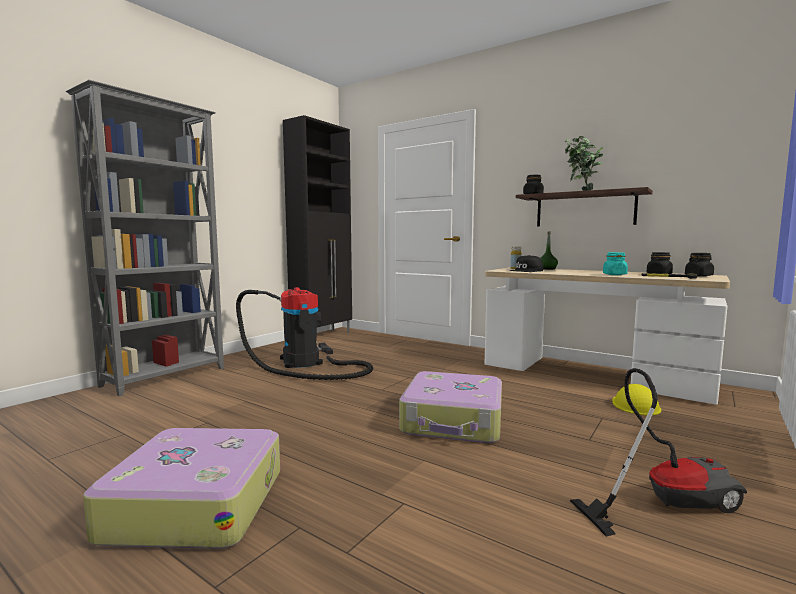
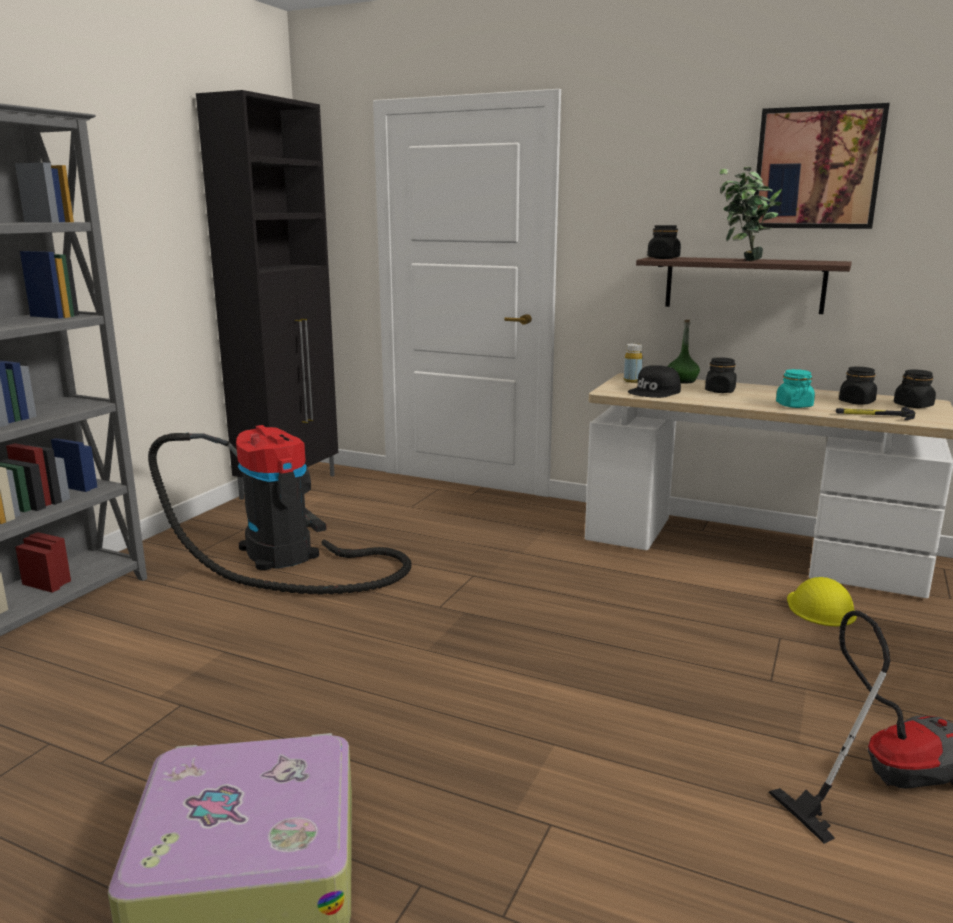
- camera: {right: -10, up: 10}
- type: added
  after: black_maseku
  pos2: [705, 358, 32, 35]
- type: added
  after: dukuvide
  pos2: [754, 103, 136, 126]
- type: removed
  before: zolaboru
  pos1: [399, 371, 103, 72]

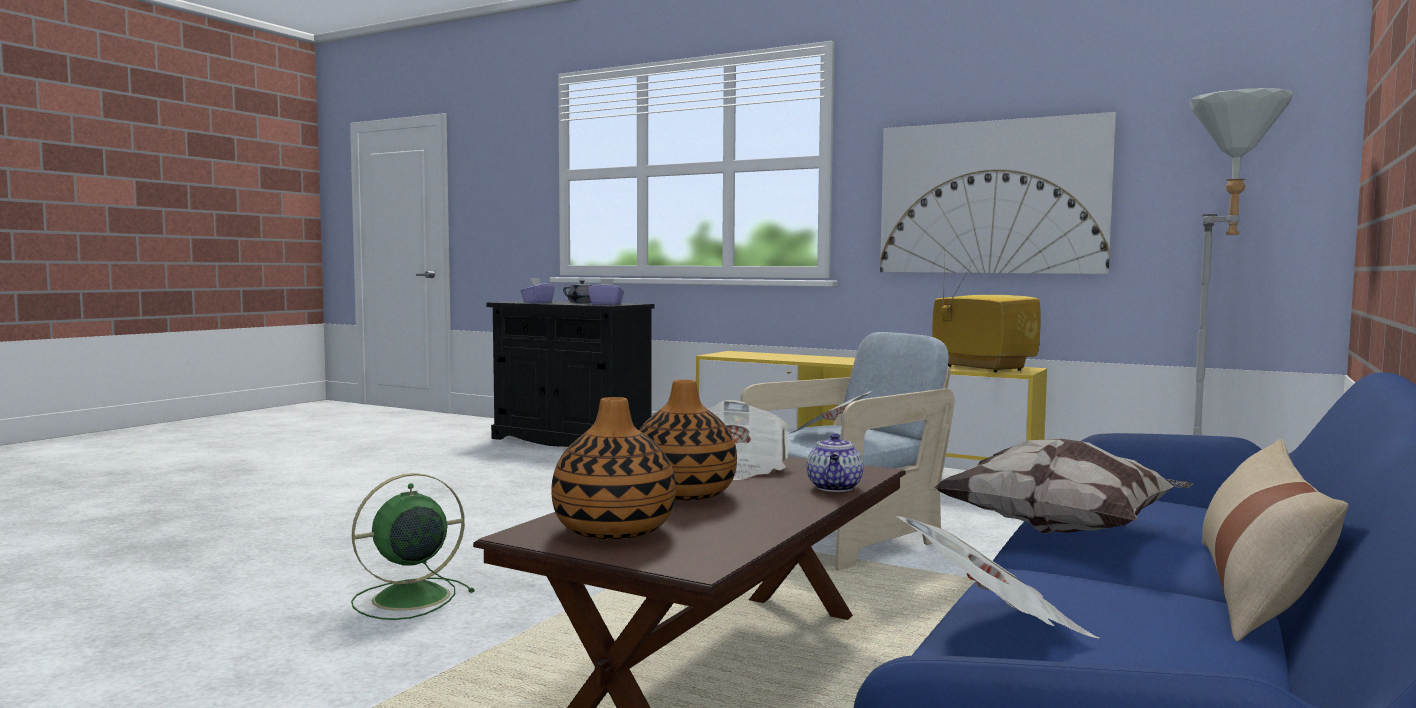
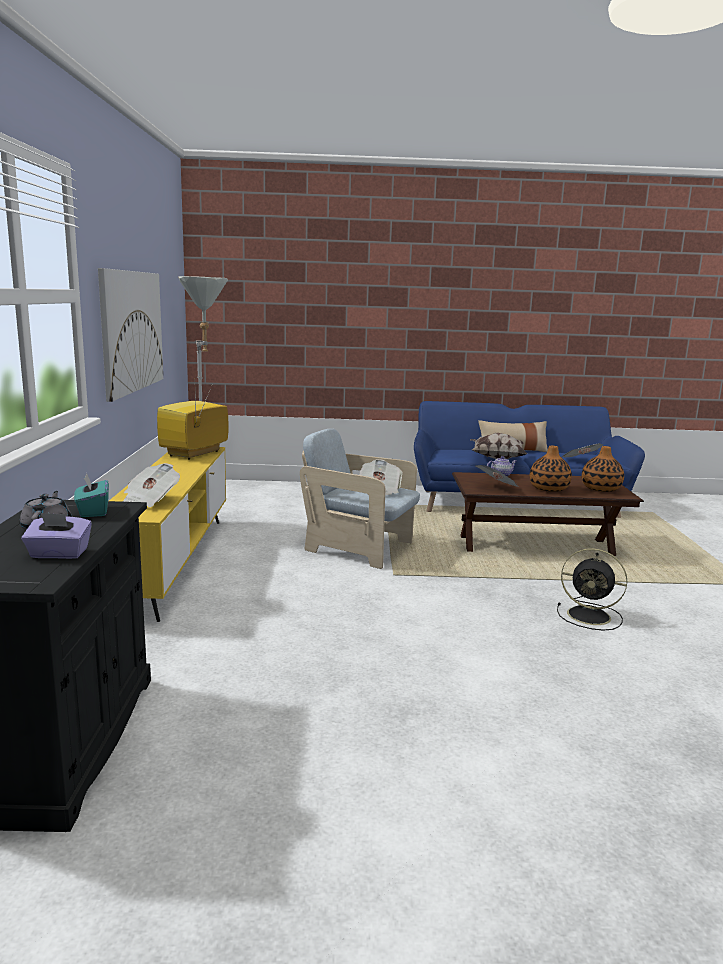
- camera: {right: -120, up: 10}
- type: recoloured
  before: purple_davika
  after: turquoise_davika
  pos1: [588, 279, 36, 26]
  pos2: [74, 473, 35, 44]
- type: added
  after: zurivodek
  pos2: [122, 463, 58, 44]
- type: recoloured
  before: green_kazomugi
  after: black_kazomugi
  pos1: [351, 473, 123, 147]
  pos2: [557, 548, 70, 83]

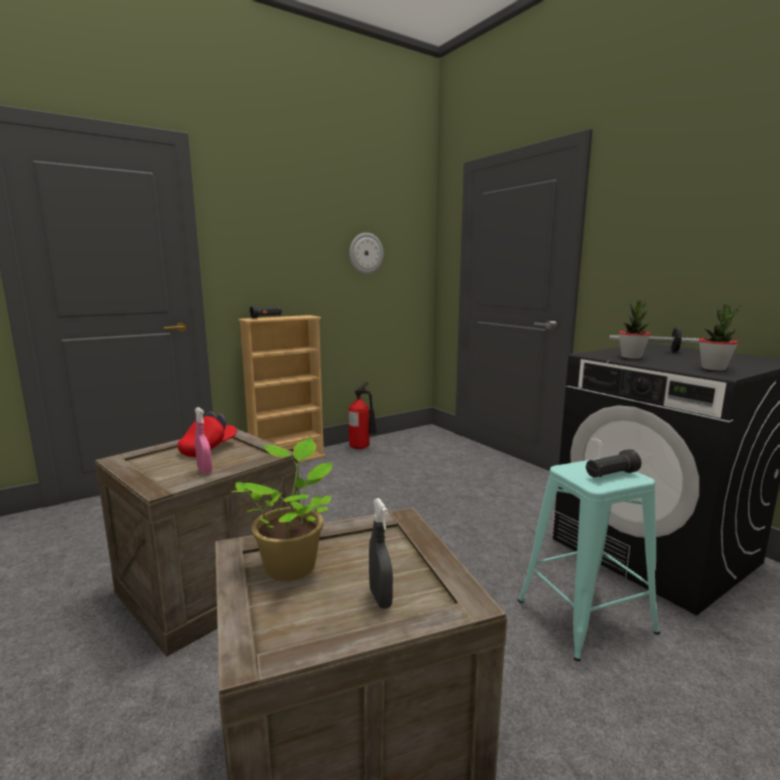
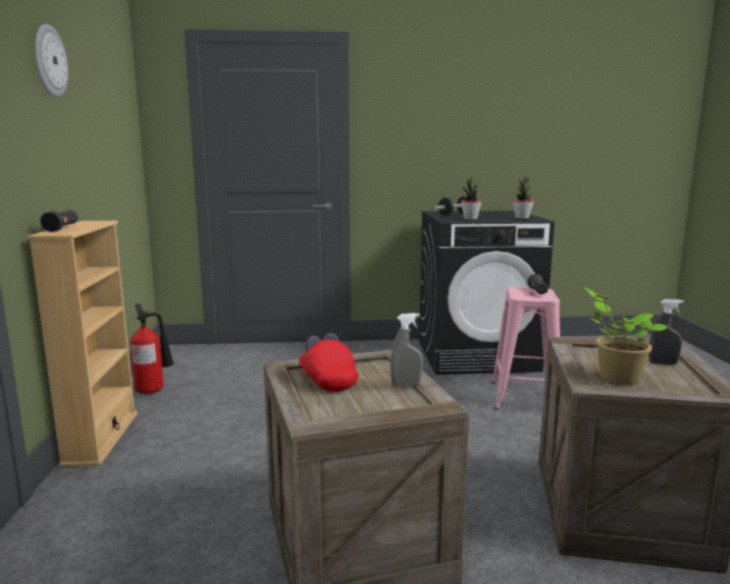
- camera: {right: -60, up: 0}
- type: moved
  before: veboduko
  pos1: [349, 233, 34, 41]
  pos2: [35, 24, 33, 73]
- type: recoloured
  before: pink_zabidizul
  after: grey_zabidizul
  pos1: [195, 407, 17, 67]
  pos2: [390, 313, 33, 73]
- type: recoloured
  before: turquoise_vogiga
  after: pink_vogiga
  pos1: [518, 458, 142, 203]
  pos2: [491, 287, 69, 123]

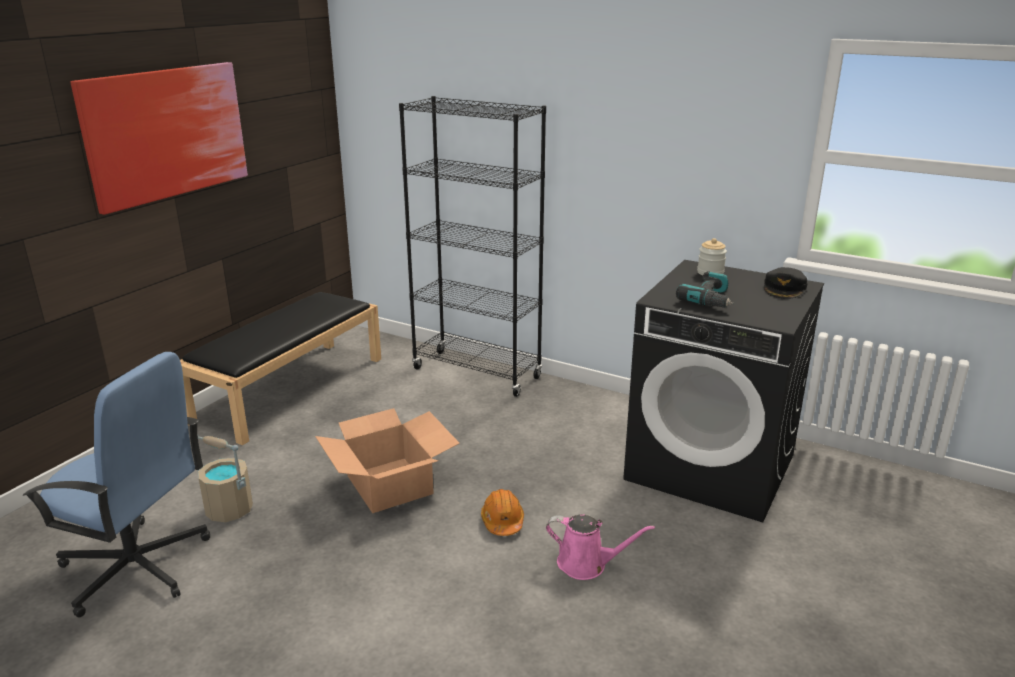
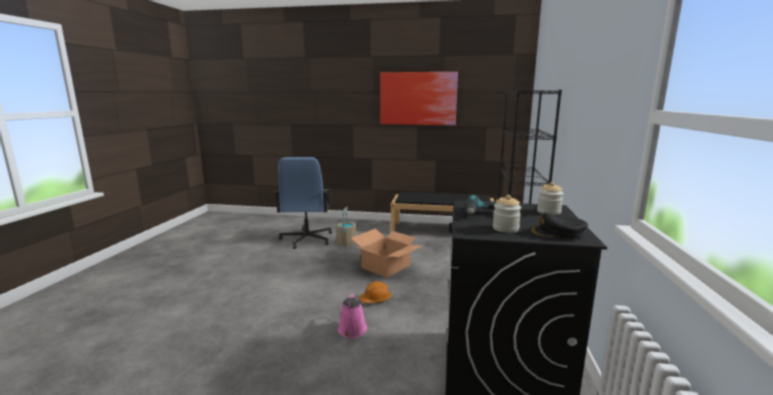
- camera: {right: 70, up: -10}
- type: added
  after: maseku
  pos2: [493, 195, 28, 38]

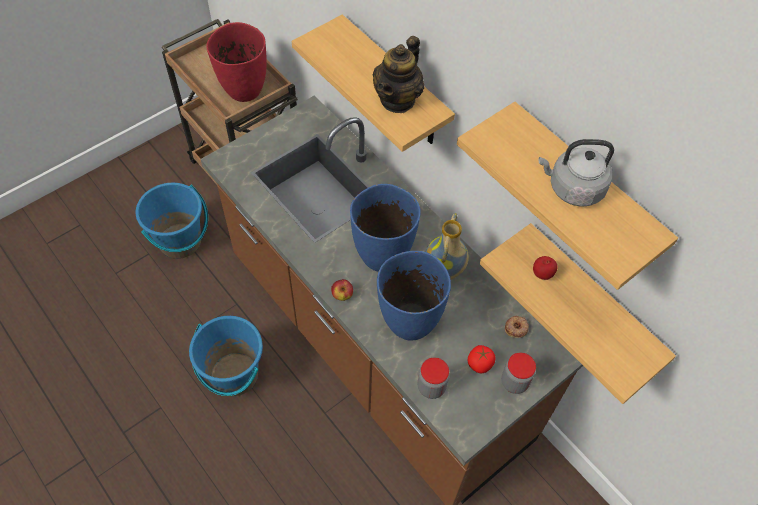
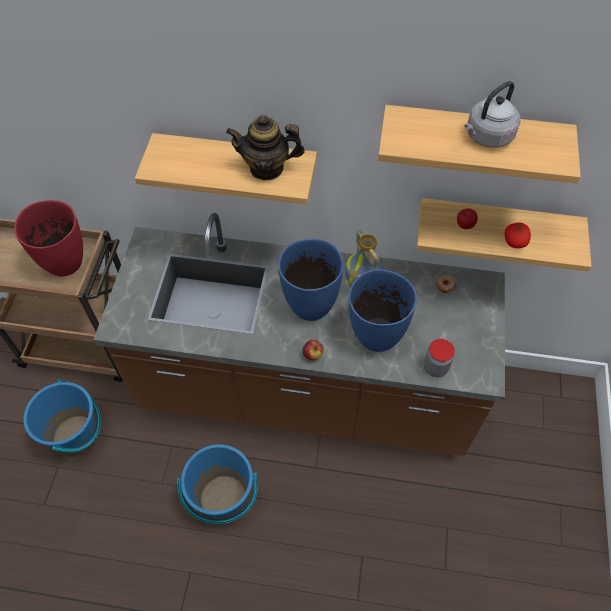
- camera: {right: -40, up: 0}
- type: turned
  before: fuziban
  pos1: [373, 36, 51, 77]
  pos2: [226, 115, 79, 65]
  turn: 105
- type: moved
  before: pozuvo
  pos1: [468, 345, 27, 28]
  pos2: [505, 223, 26, 25]
- type: removed
  before: maseku
  pos1: [501, 353, 35, 41]

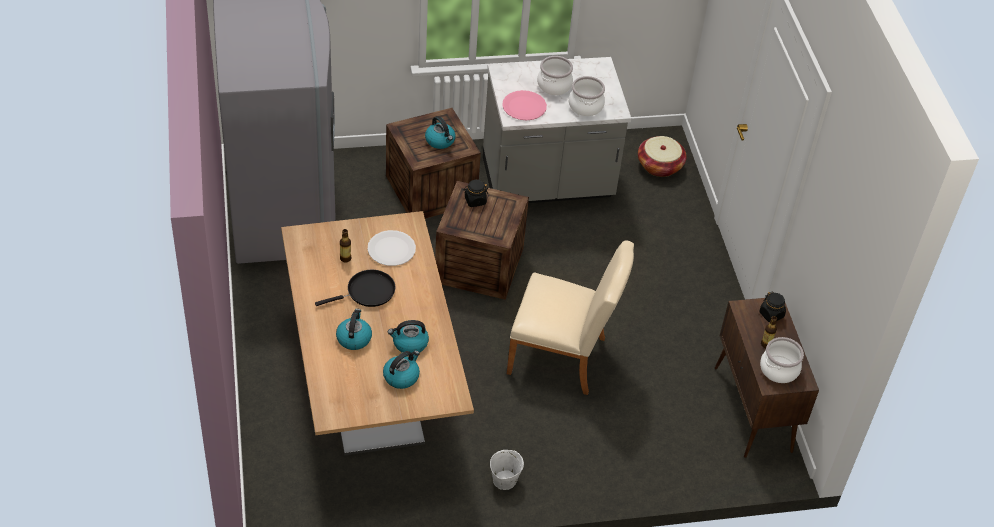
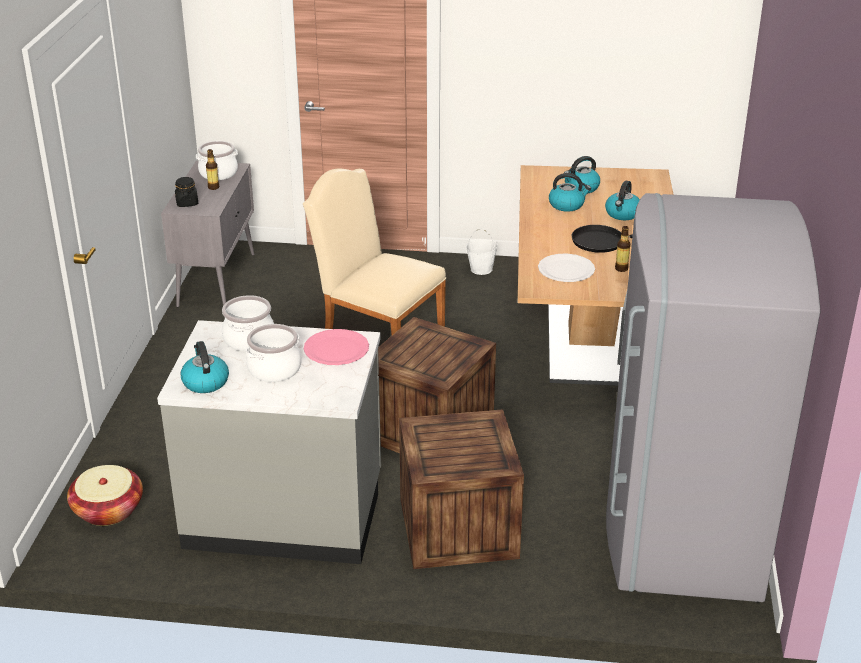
- camera: {right: -160, up: -15}
- type: recoloured
  before: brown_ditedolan
  after: grey_ditedolan
  pos1: [715, 298, 104, 160]
  pos2: [161, 161, 93, 146]
- type: moved
  before: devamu
  pos1: [425, 116, 31, 33]
  pos2: [181, 341, 48, 52]
- type: removed
  before: black_maseku
  pos1: [464, 180, 24, 27]

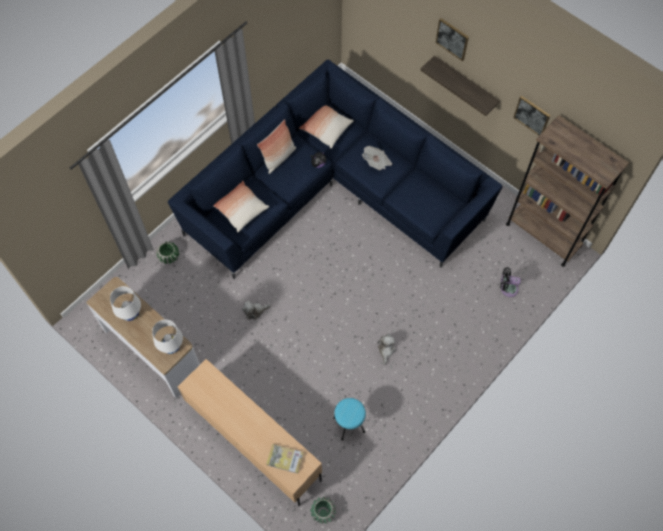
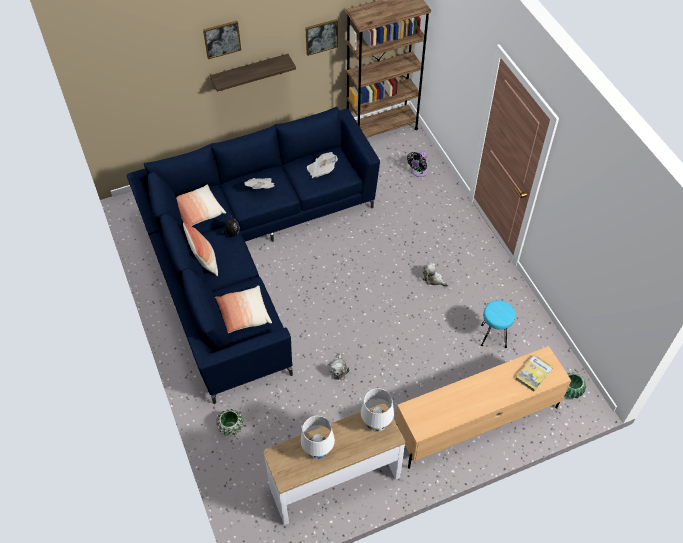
- camera: {right: -65, up: -10}
- type: added
  after: zurivodek
  pos2: [307, 152, 31, 26]

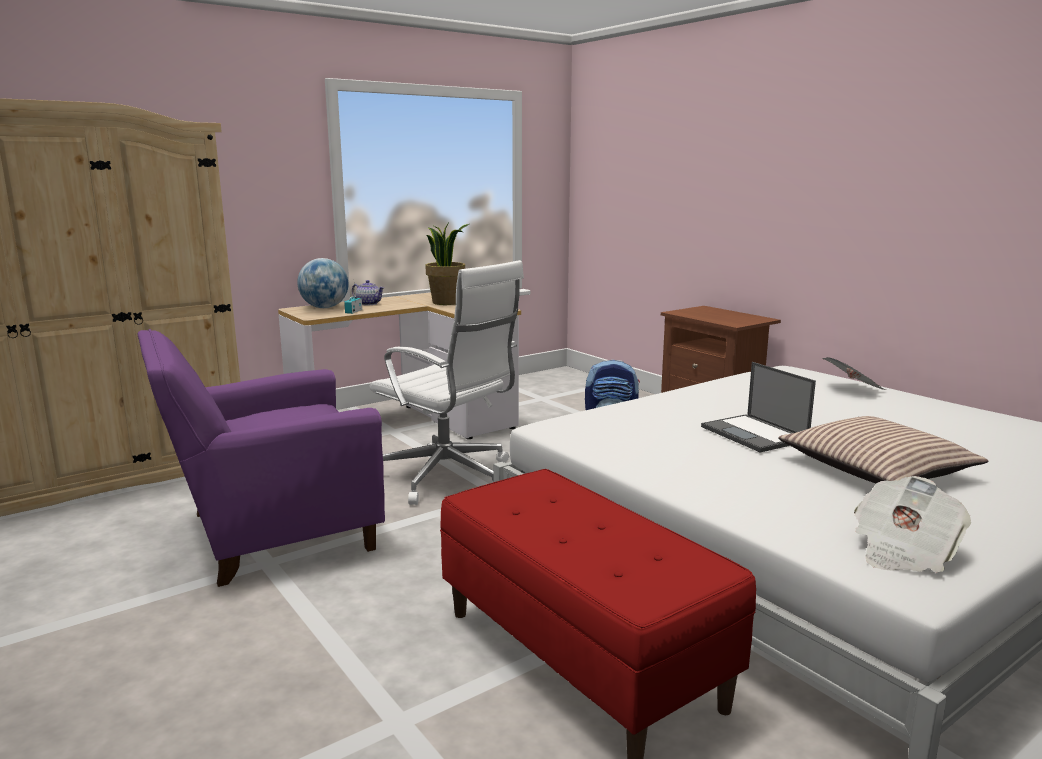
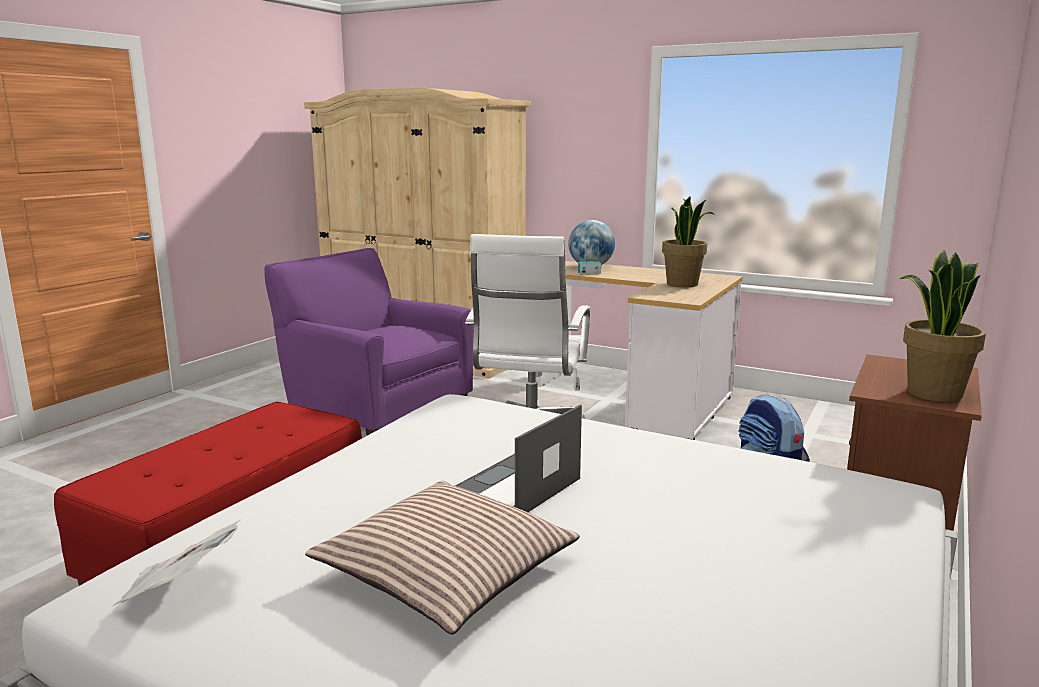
- camera: {right: 65, up: 0}
- type: added
  after: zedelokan
  pos2: [900, 250, 86, 152]
- type: removed
  before: fuziban
  pos1: [352, 280, 33, 25]
- type: removed
  before: zurivodek
  pos1: [822, 357, 64, 33]

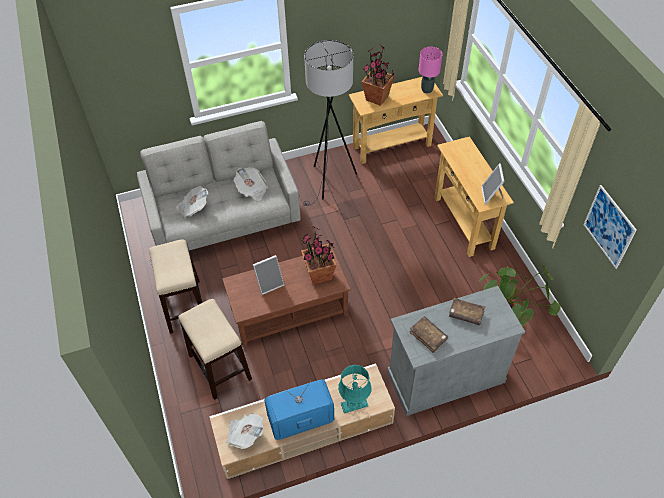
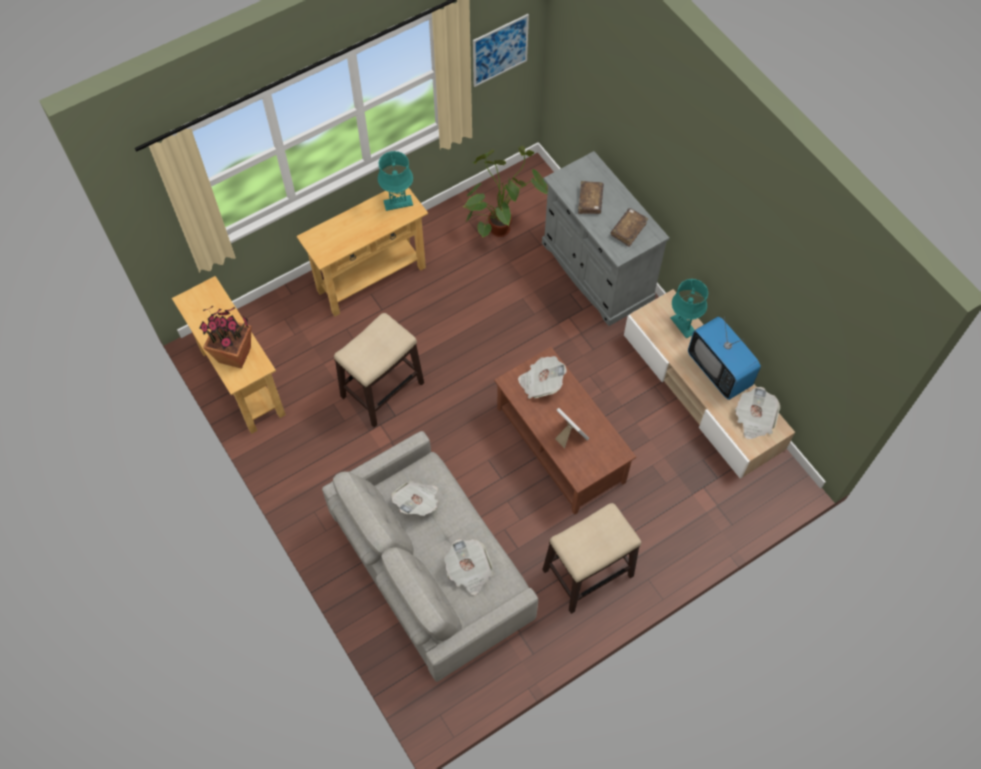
- camera: {right: -105, up: 10}
- type: moved
  before: vogiga
  pos1: [178, 299, 74, 101]
  pos2: [334, 313, 90, 115]
- type: replaced
  before: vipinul
  after: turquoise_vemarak
  pos1: [481, 164, 24, 40]
  pos2: [378, 151, 35, 60]
- type: replaced
  before: zedelokan
  after: zurivodek
  pos1: [301, 226, 36, 59]
  pos2: [518, 356, 49, 43]
- type: removed
  before: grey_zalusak
  pos1: [303, 40, 54, 166]
- type: removed
  before: pink_vemarak
  pos1: [419, 47, 24, 46]

